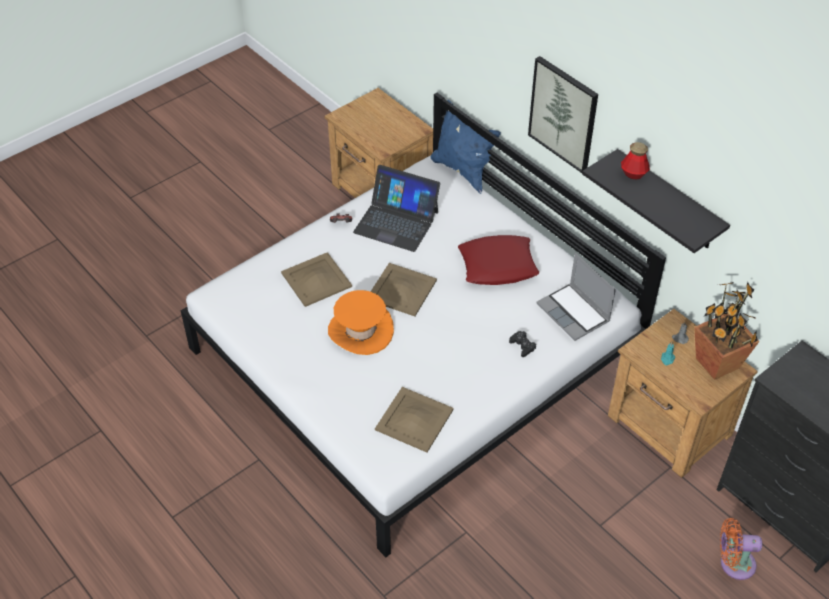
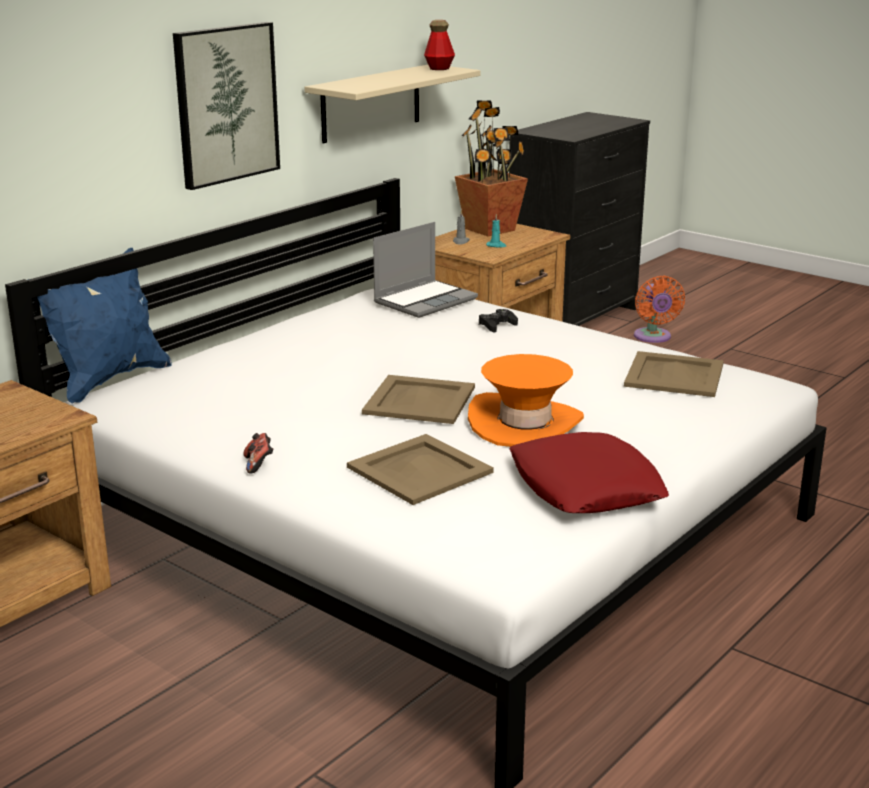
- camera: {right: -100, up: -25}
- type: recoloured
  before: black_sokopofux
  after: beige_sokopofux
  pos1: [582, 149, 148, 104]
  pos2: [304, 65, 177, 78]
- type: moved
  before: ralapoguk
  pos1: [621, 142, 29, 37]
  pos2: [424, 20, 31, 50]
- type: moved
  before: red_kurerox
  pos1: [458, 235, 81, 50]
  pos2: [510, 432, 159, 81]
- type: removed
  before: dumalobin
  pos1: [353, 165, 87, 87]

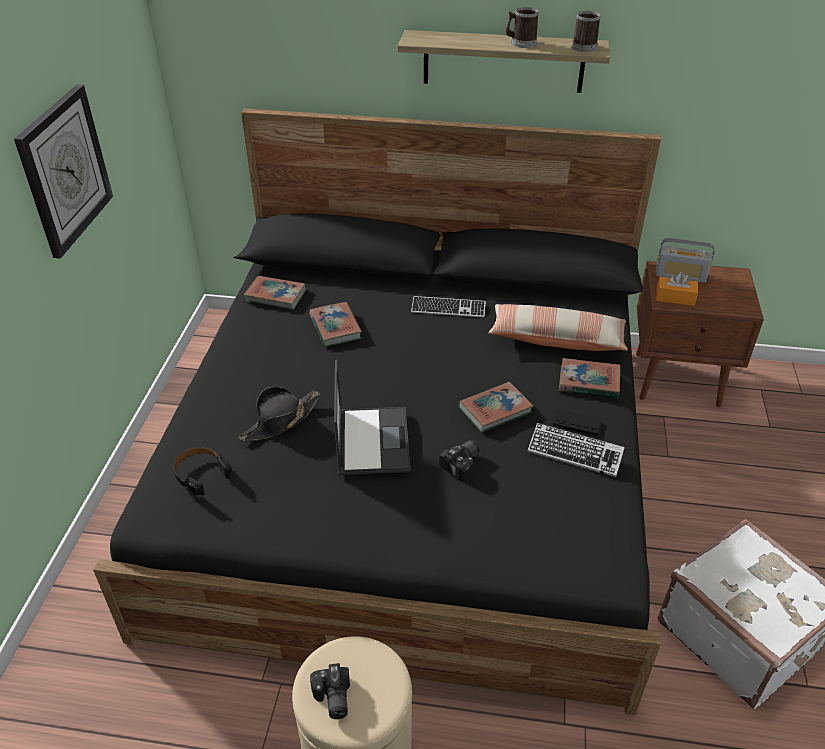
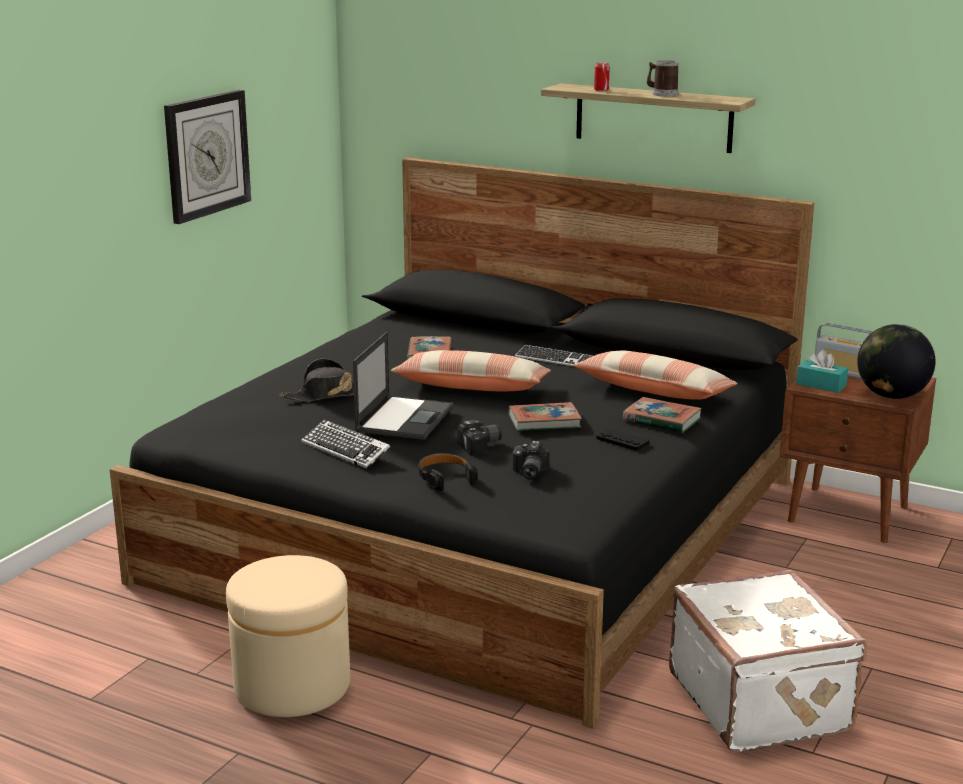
- camera: {right: 20, up: -20}
- type: moved
  before: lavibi
  pos1: [527, 423, 98, 54]
  pos2: [301, 420, 89, 49]
- type: added
  after: kurerox
  pos2: [391, 350, 160, 41]
- type: moved
  before: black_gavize
  pos1: [173, 447, 59, 49]
  pos2: [418, 453, 60, 38]
- type: moved
  before: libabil
  pos1: [310, 663, 40, 56]
  pos2: [512, 441, 38, 39]
- type: added
  after: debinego
  pos2: [594, 62, 16, 29]
- type: recoloured
  before: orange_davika
  after: turquoise_davika
  pos1: [656, 272, 42, 34]
  pos2: [796, 350, 52, 43]
- type: added
  after: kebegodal
  pos2: [857, 324, 79, 75]
- type: removed
  before: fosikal
  pos1: [244, 276, 63, 34]
- type: removed
  before: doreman
  pos1: [571, 11, 30, 41]

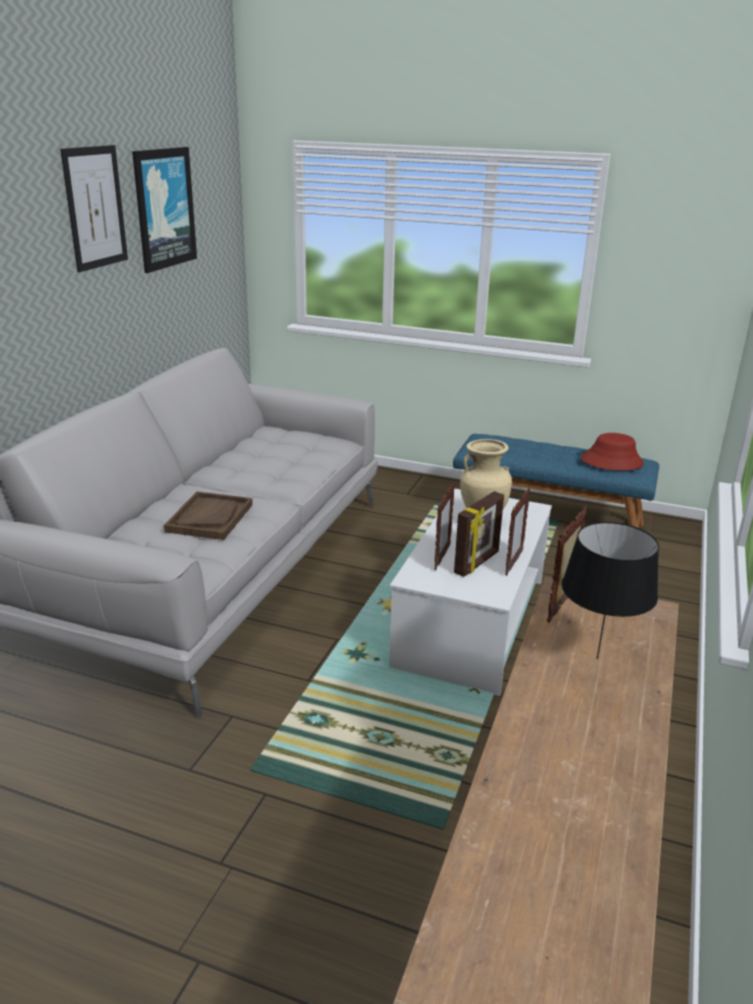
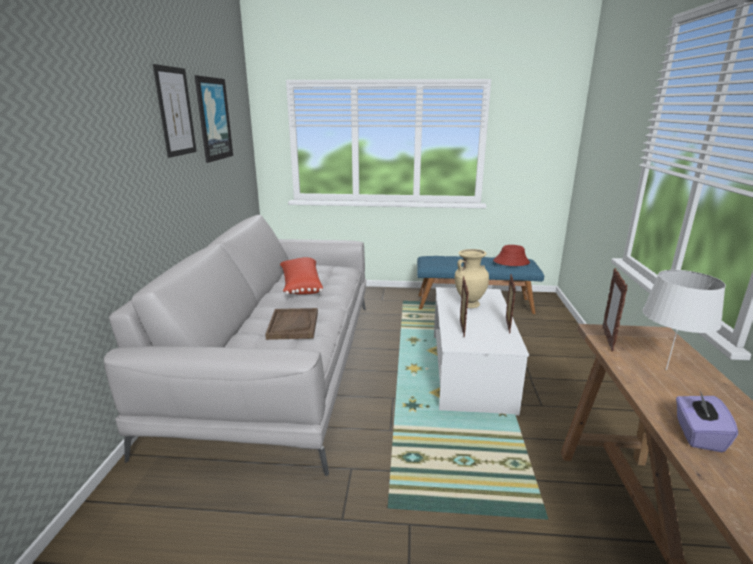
- camera: {right: -15, up: -5}
- type: added
  after: red_kurerox
  pos2: [280, 257, 43, 38]
- type: recoloured
  before: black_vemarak
  after: white_vemarak
  pos1: [562, 522, 97, 137]
  pos2: [643, 270, 83, 100]
- type: added
  after: purple_davika
  pos2: [676, 391, 62, 61]
- type: removed
  before: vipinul
  pos1: [454, 491, 50, 86]

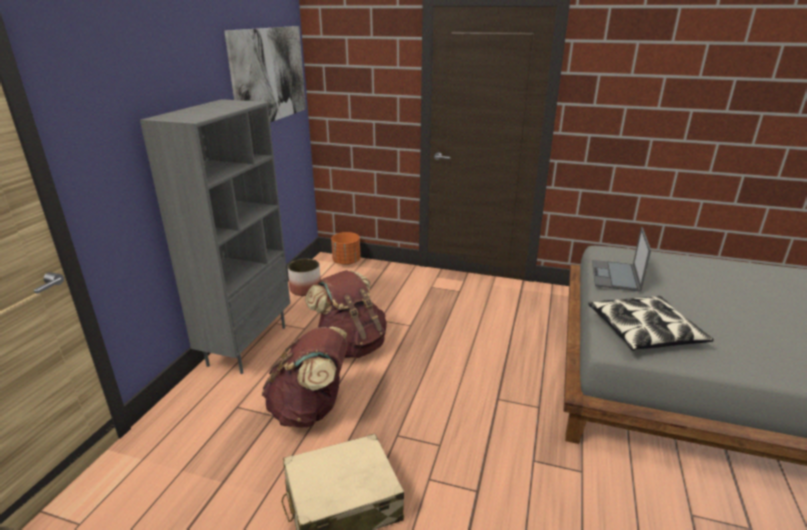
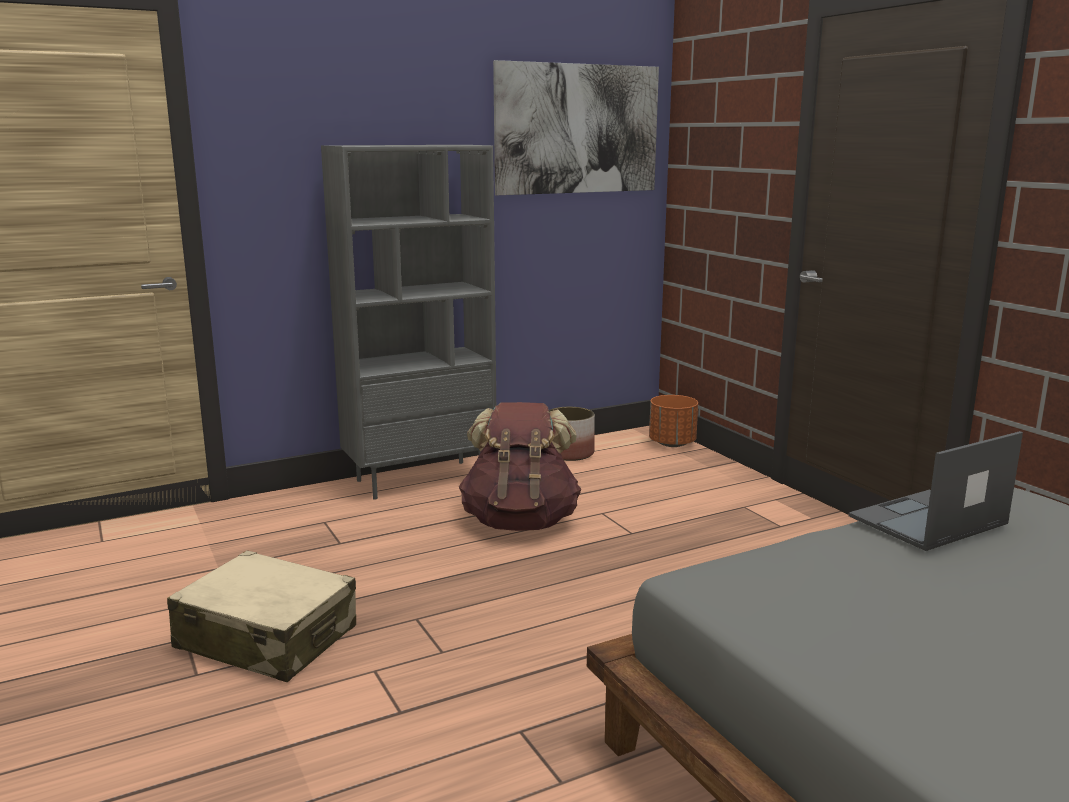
- camera: {right: 45, up: -10}
- type: removed
  before: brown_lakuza
  pos1: [262, 327, 86, 101]
- type: removed
  before: kurerox
  pos1: [588, 296, 126, 55]

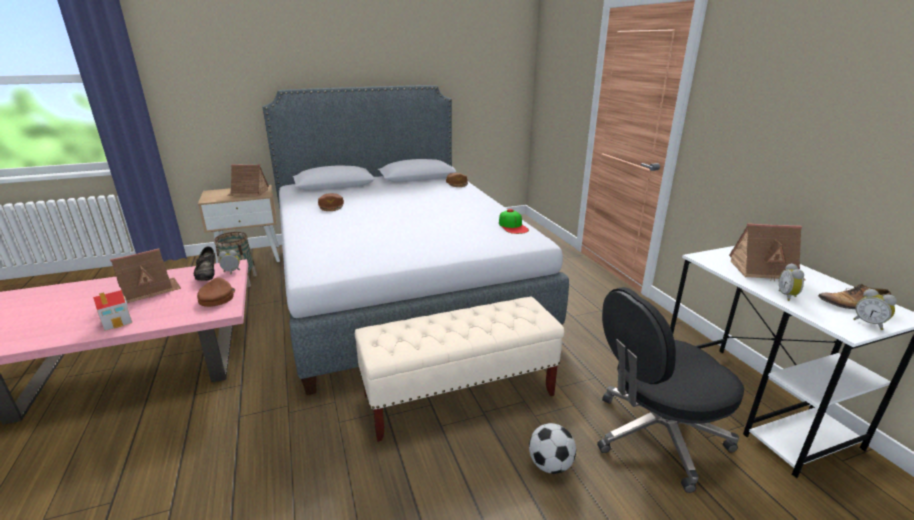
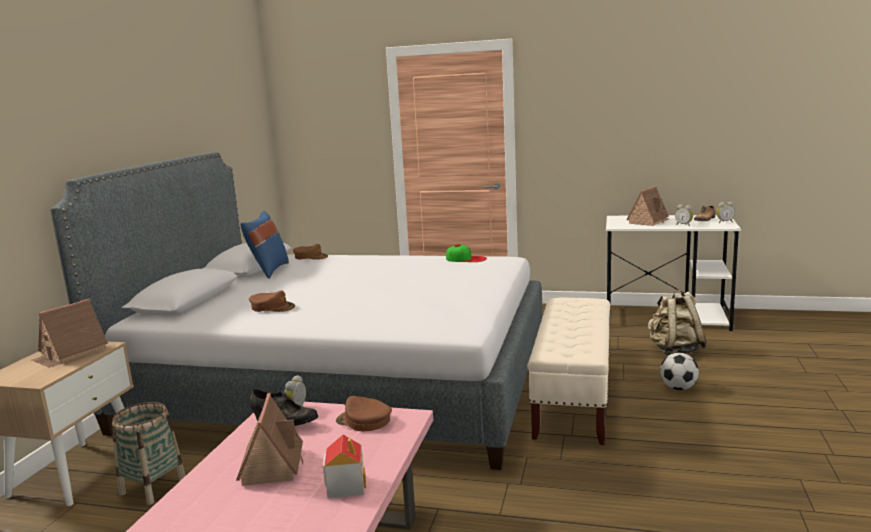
- camera: {right: -55, up: -10}
- type: added
  after: blue_kurerox
  pos2: [240, 211, 49, 68]
- type: replaced
  before: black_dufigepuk
  after: beige_lakuza
  pos1: [597, 287, 147, 206]
  pos2: [648, 290, 59, 65]

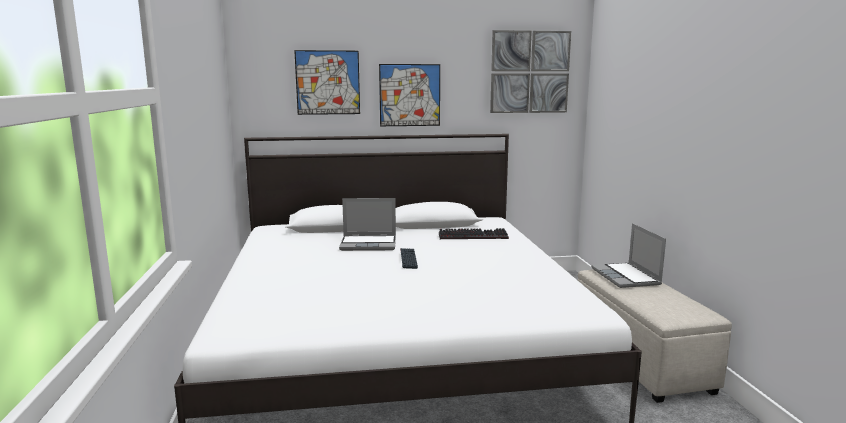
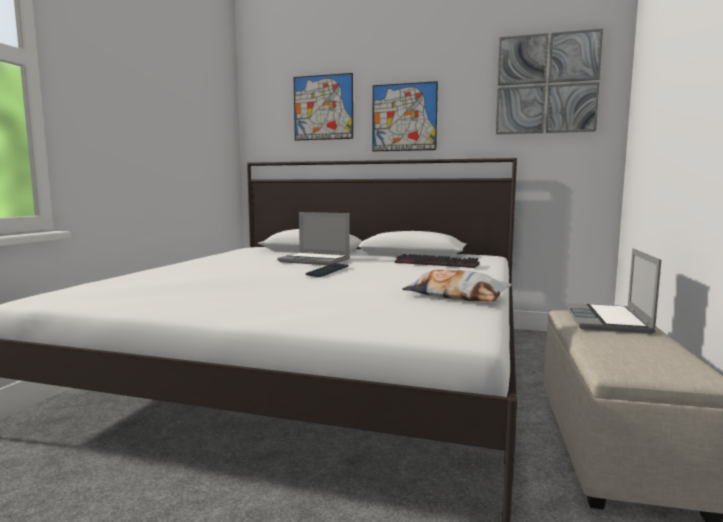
- camera: {right: 25, up: -5}
- type: added
  after: kurerox
  pos2: [402, 269, 110, 32]

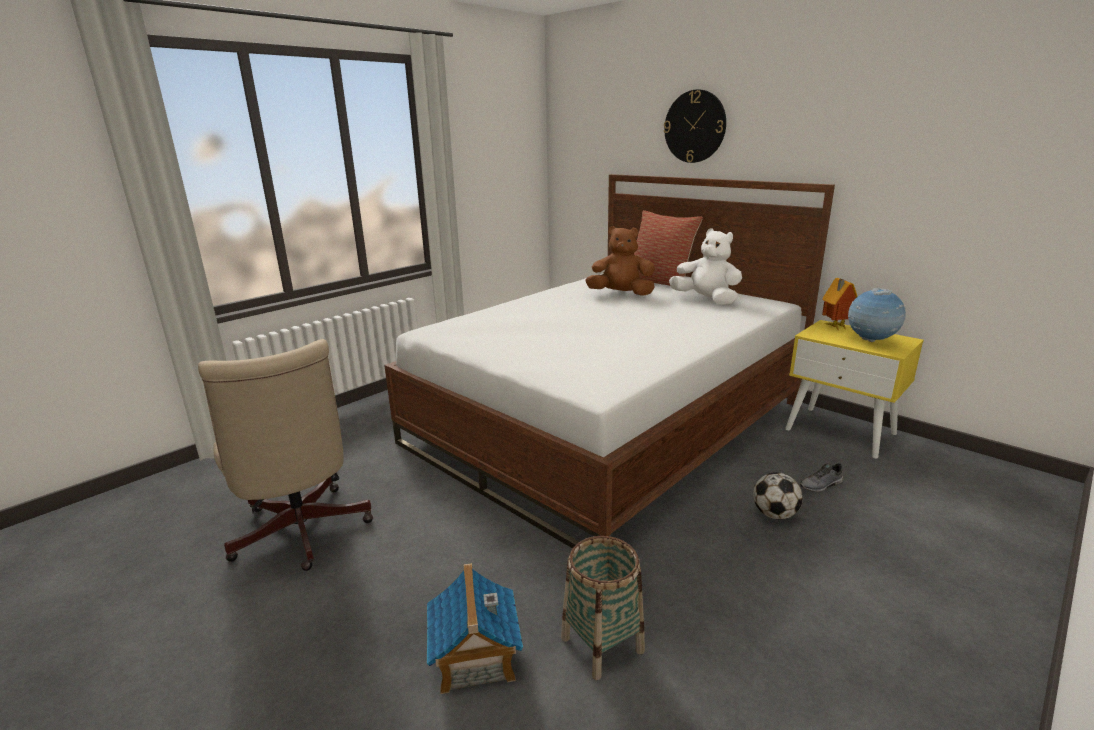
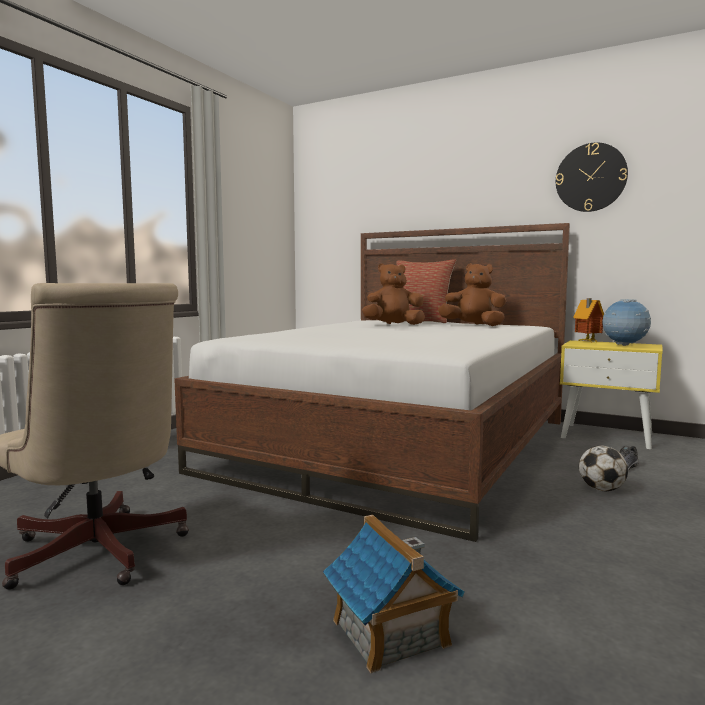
- camera: {right: -15, up: -15}
- type: recoloured
  before: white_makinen
  after: brown_makinen
  pos1: [669, 228, 73, 77]
  pos2: [438, 263, 68, 63]
- type: moved
  before: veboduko
  pos1: [664, 89, 62, 74]
  pos2: [556, 143, 72, 69]
- type: removed
  before: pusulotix
  pos1: [561, 536, 84, 144]

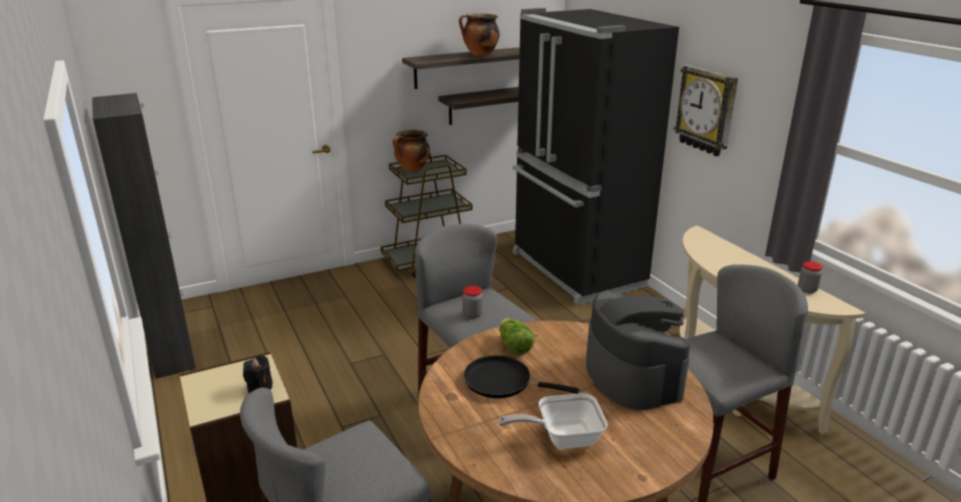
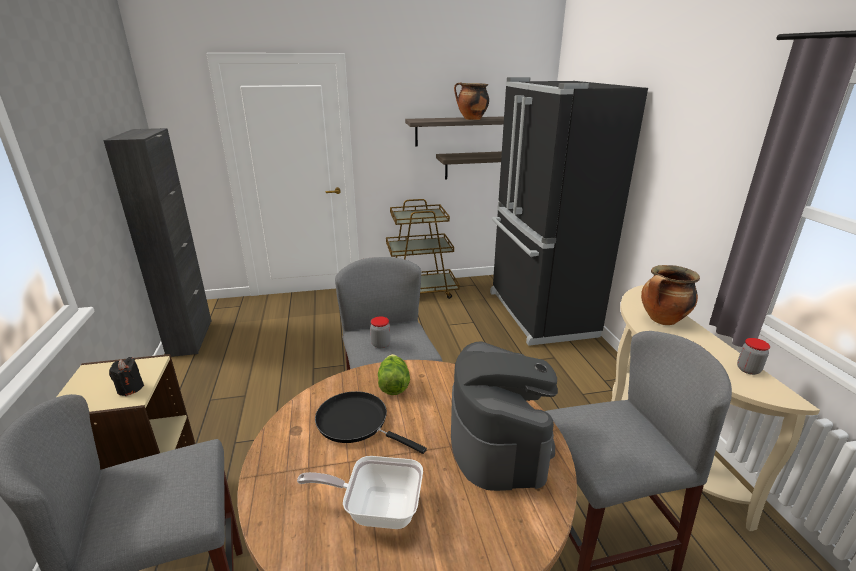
- camera: {right: 15, up: 0}
- type: moved
  before: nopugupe
  pos1: [392, 130, 38, 42]
  pos2: [641, 265, 59, 60]
- type: removed
  before: veboduko
  pos1: [674, 65, 64, 91]

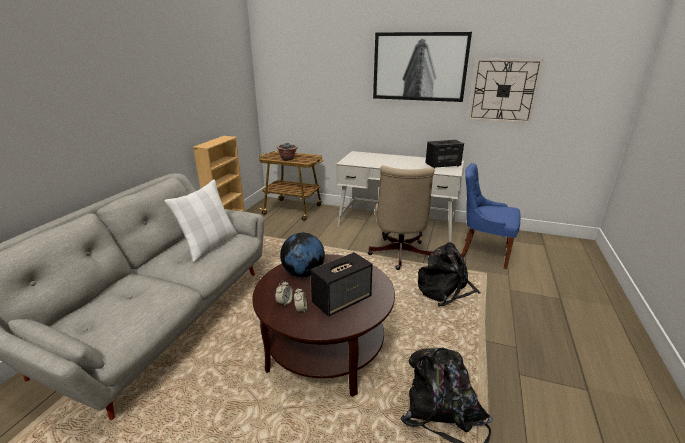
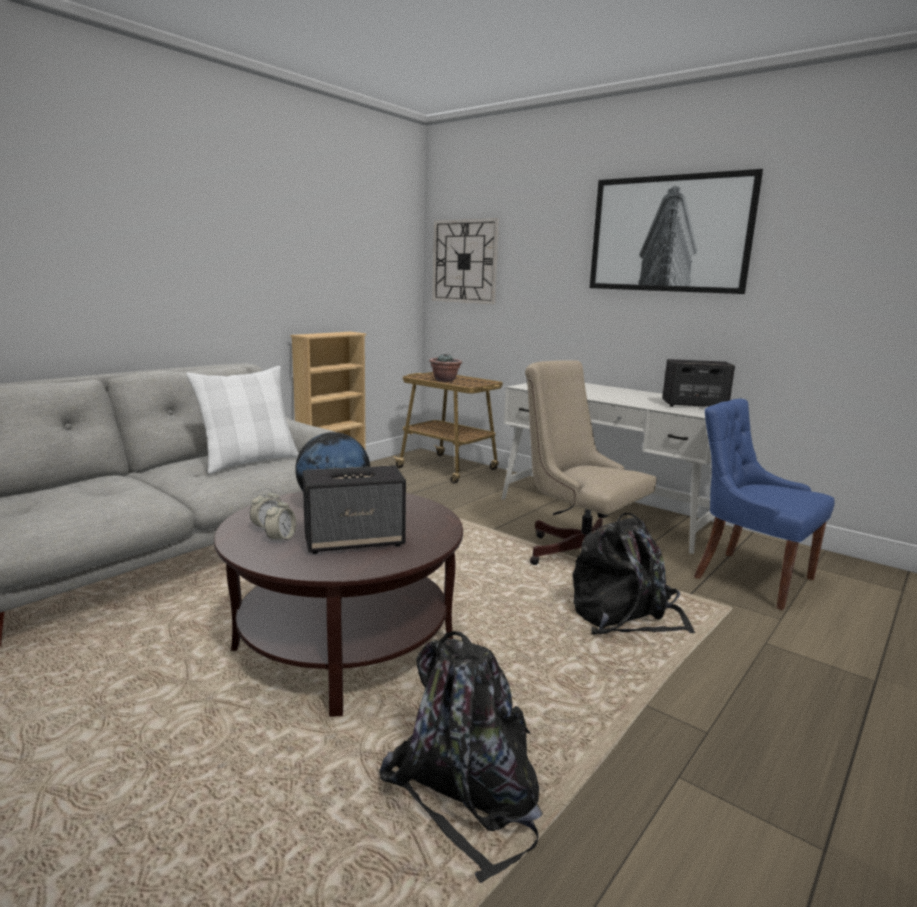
- camera: {right: 20, up: -10}
- type: moved
  before: veboduko
  pos1: [468, 58, 75, 65]
  pos2: [432, 218, 67, 86]
- type: turned
  before: beige_dufigepuk
  pos1: [368, 166, 66, 104]
  pos2: [525, 360, 132, 205]
  turn: 105

